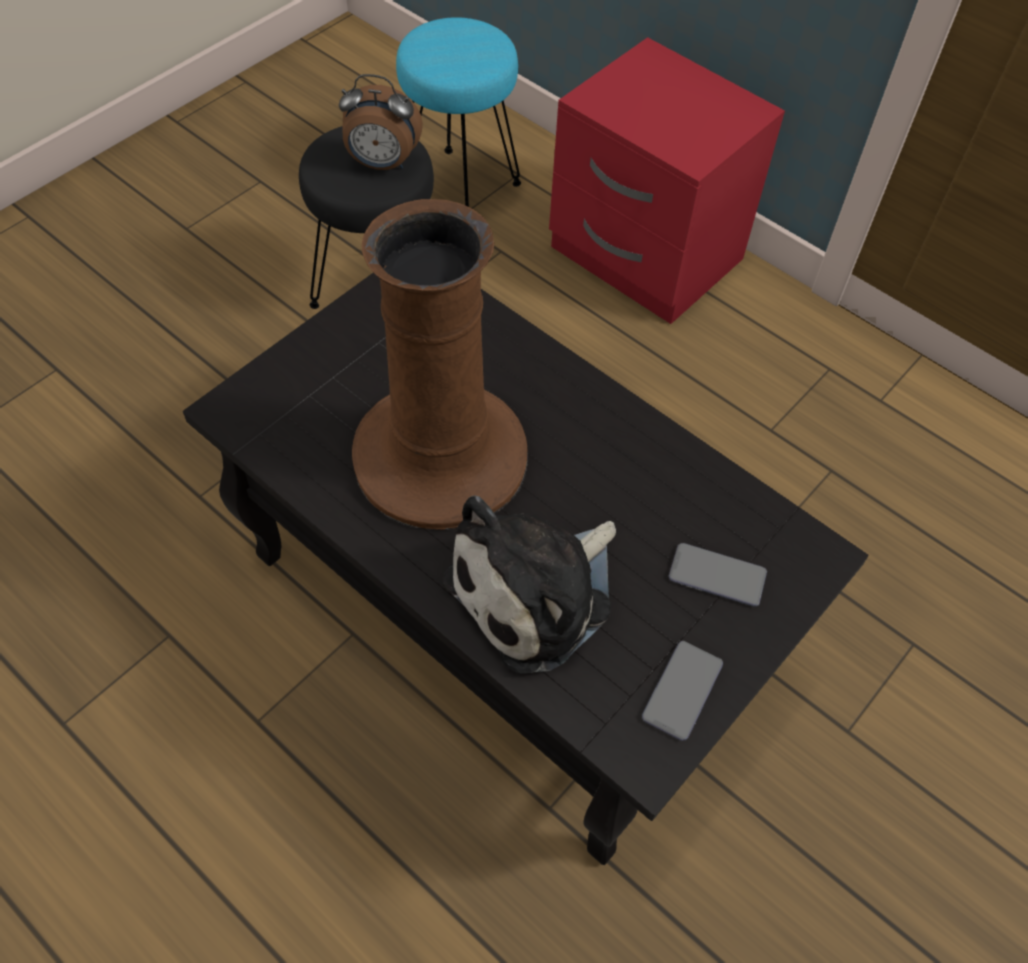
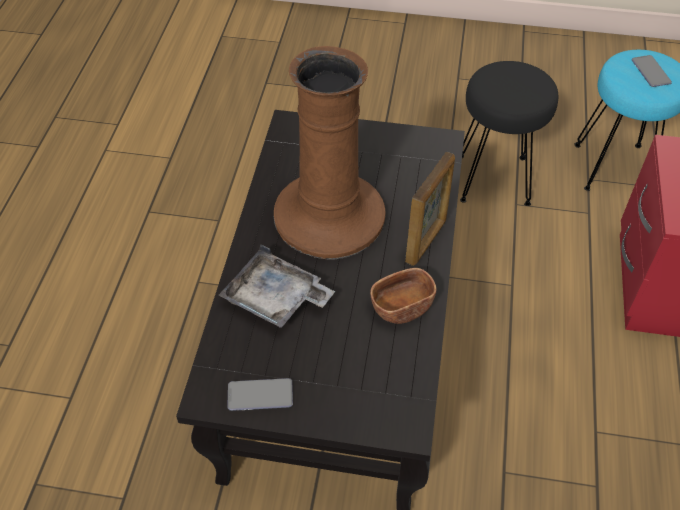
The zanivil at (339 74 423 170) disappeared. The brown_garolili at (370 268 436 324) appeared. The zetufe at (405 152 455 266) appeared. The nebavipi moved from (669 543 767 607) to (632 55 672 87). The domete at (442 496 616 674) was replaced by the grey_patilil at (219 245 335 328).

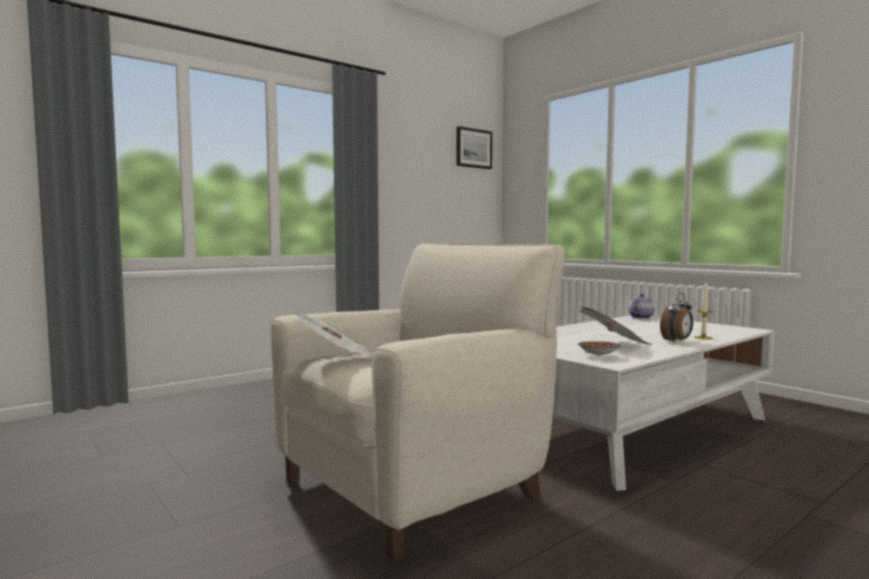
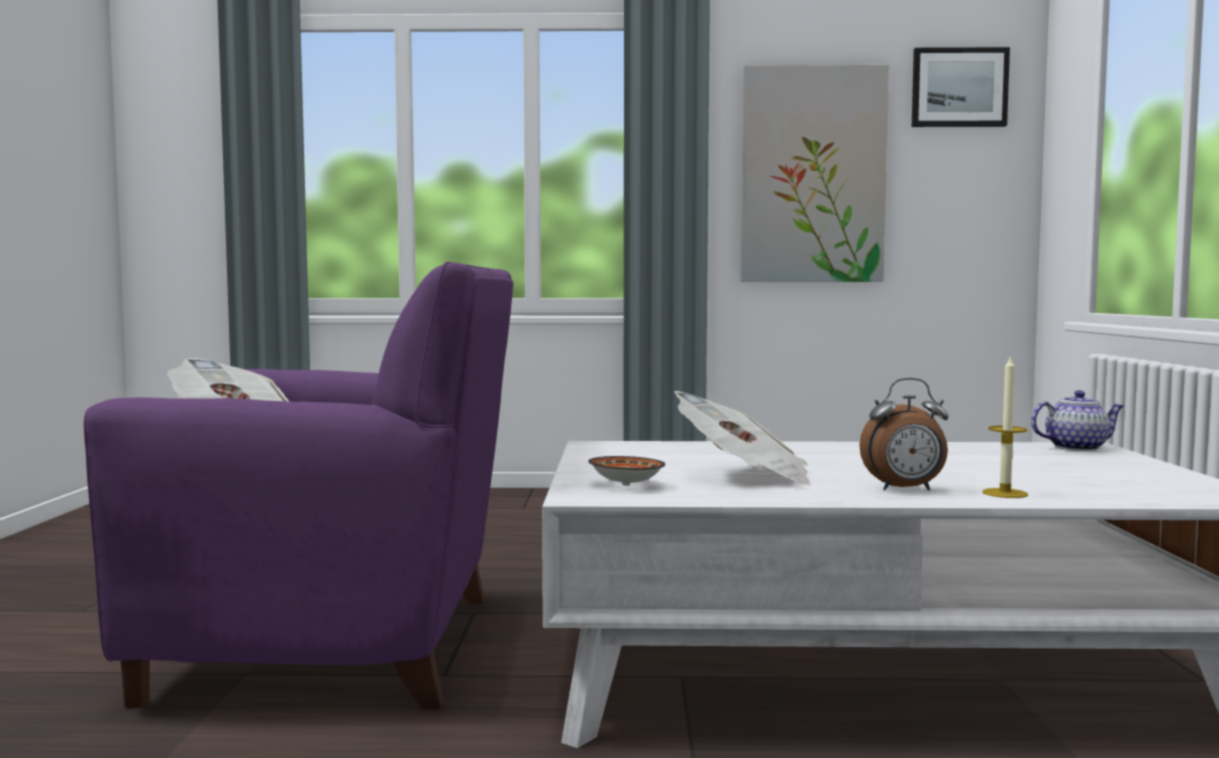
The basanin at (740 65 889 282) appeared. The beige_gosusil at (270 243 565 562) became the purple_gosusil at (84 262 513 710).

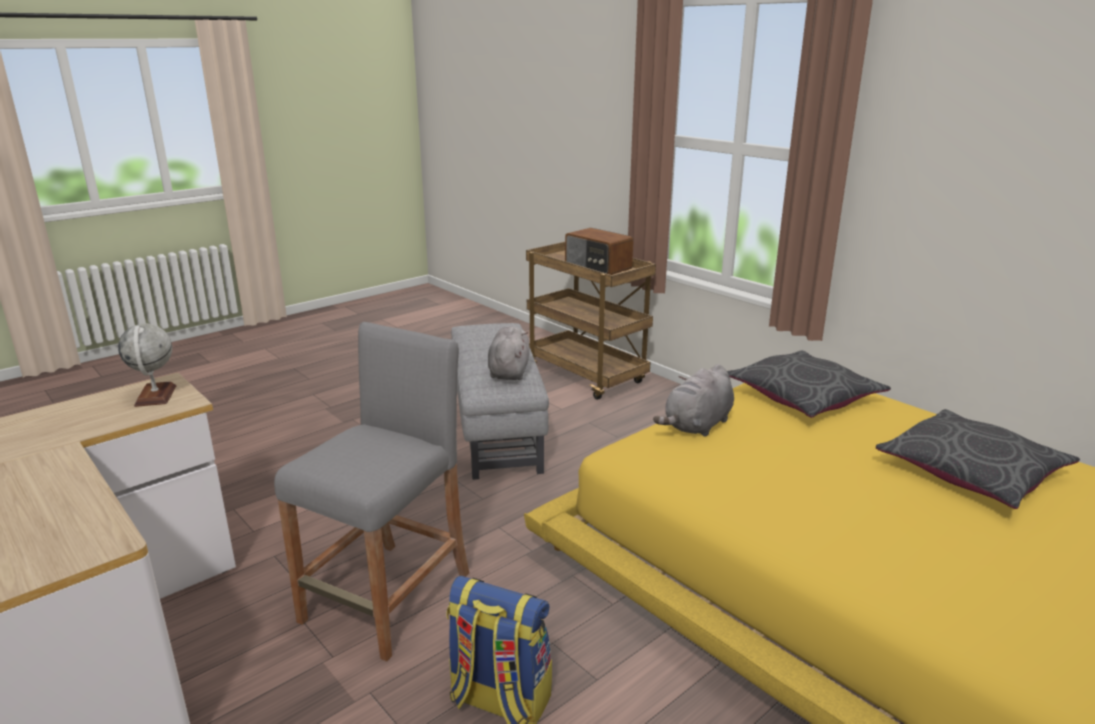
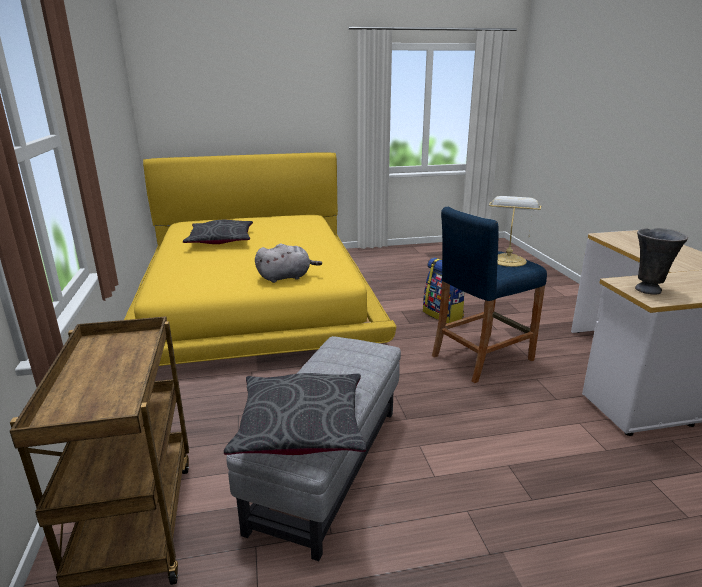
The grey_domete at (488 326 530 380) disappeared. The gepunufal at (565 228 633 275) disappeared. The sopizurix at (489 196 541 267) appeared. The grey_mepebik moved from (727 350 891 418) to (224 373 367 455). The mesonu at (118 324 176 407) was replaced by the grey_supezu at (635 228 688 295). The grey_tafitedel at (274 322 470 662) became the blue_tafitedel at (432 207 547 383).

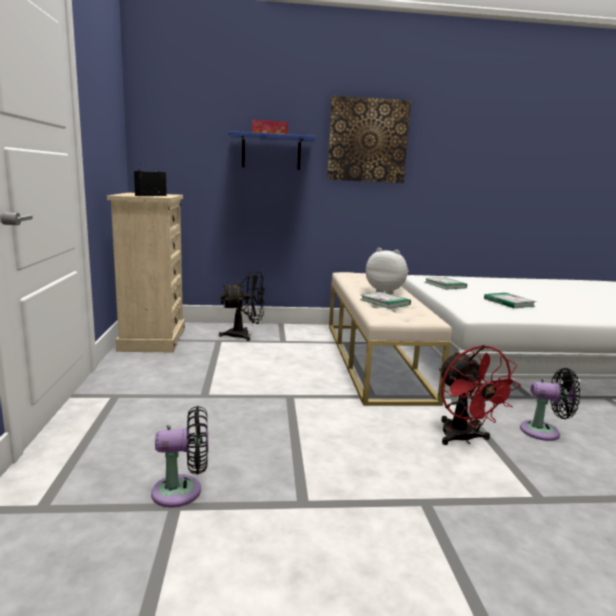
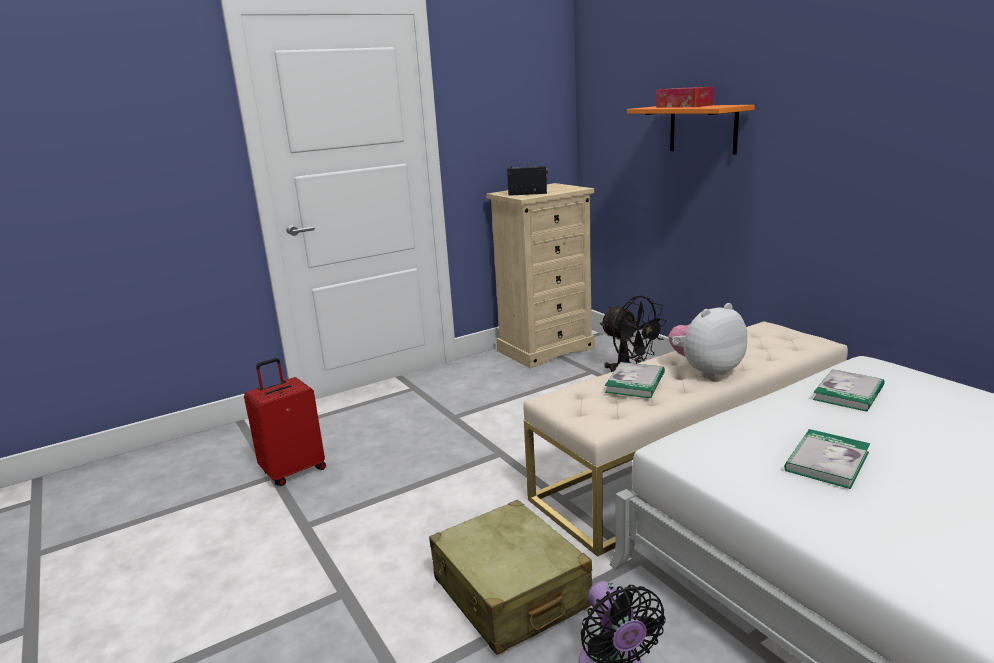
The basanin at (327 96 411 183) disappeared. The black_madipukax at (151 406 208 507) was replaced by the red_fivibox at (244 358 326 486). The red_madipukax at (439 345 521 445) was replaced by the beige_fivibox at (429 500 592 655). The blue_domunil at (228 131 316 170) became the orange_domunil at (627 105 754 155). The domete at (366 248 409 295) turned 120 degrees counterclockwise.

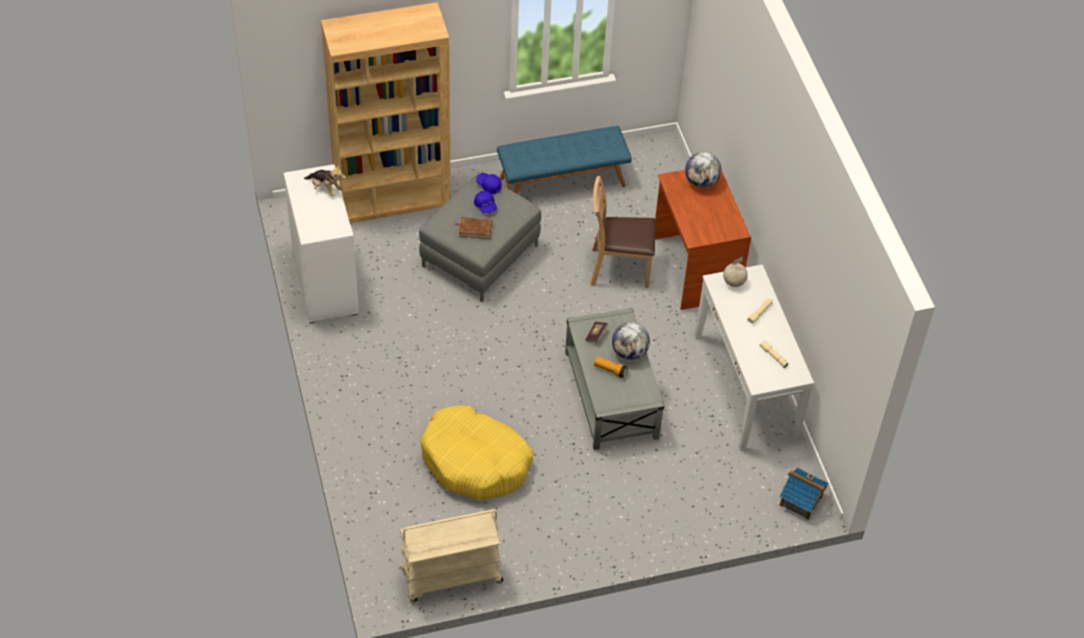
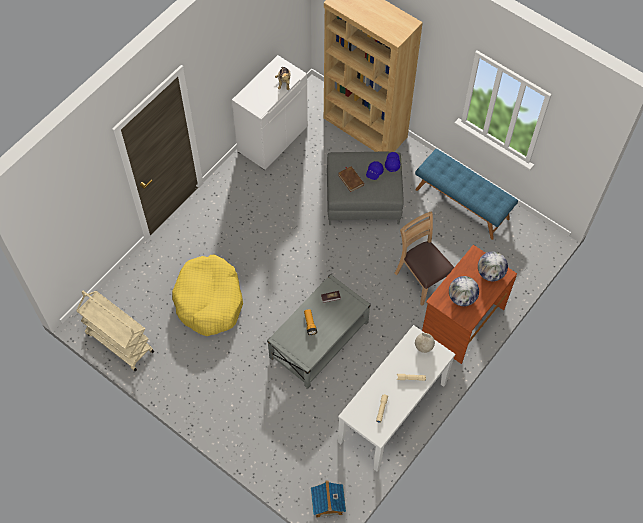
The mesonu moved from (612 322 650 360) to (449 276 479 306).

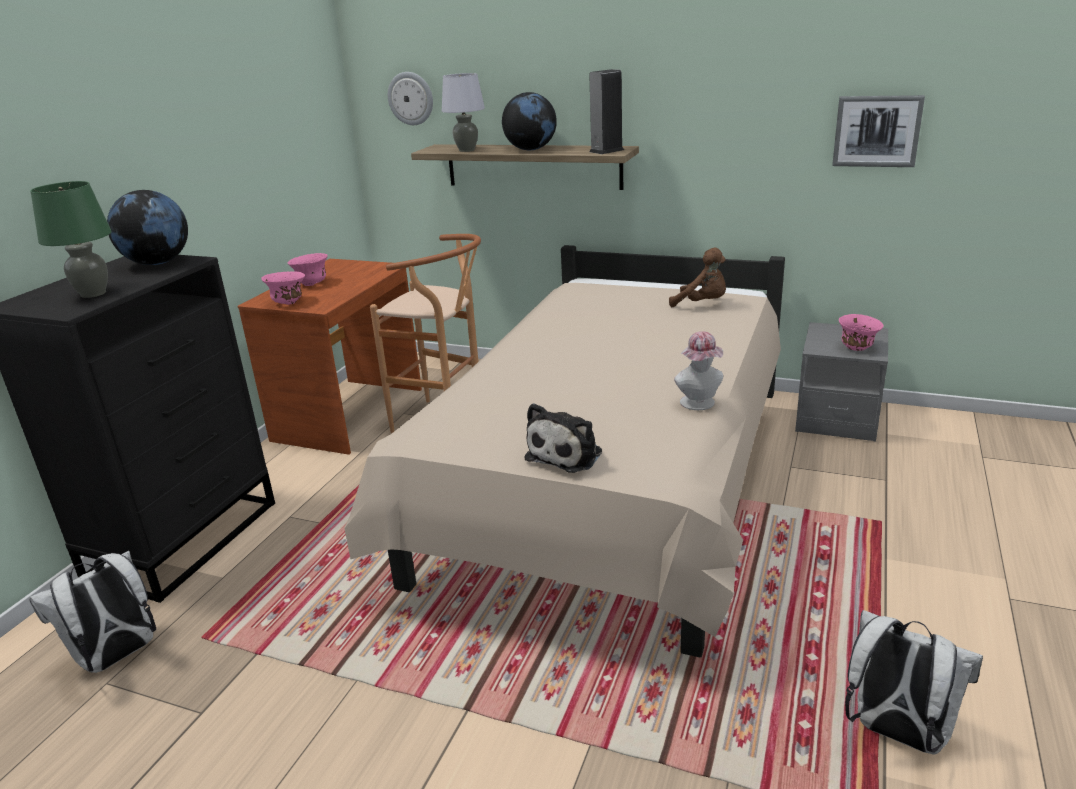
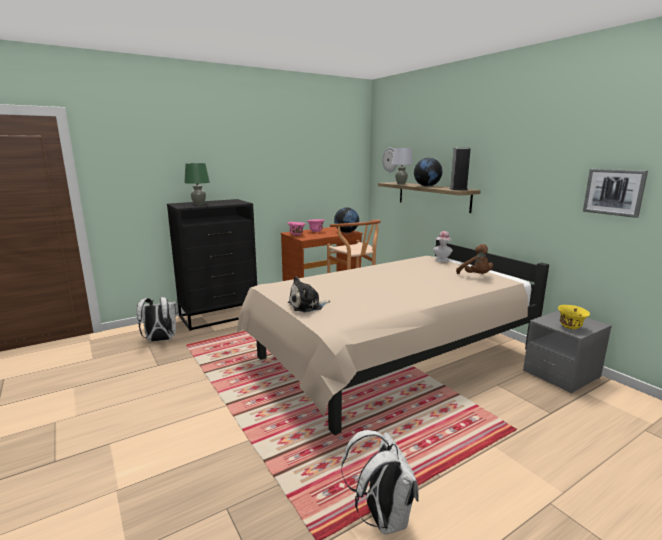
The mesonu moved from (107 190 188 265) to (334 207 359 233). The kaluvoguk moved from (674 331 723 410) to (433 231 453 262). The pink_garolili at (839 314 883 351) became the yellow_garolili at (558 305 590 329).

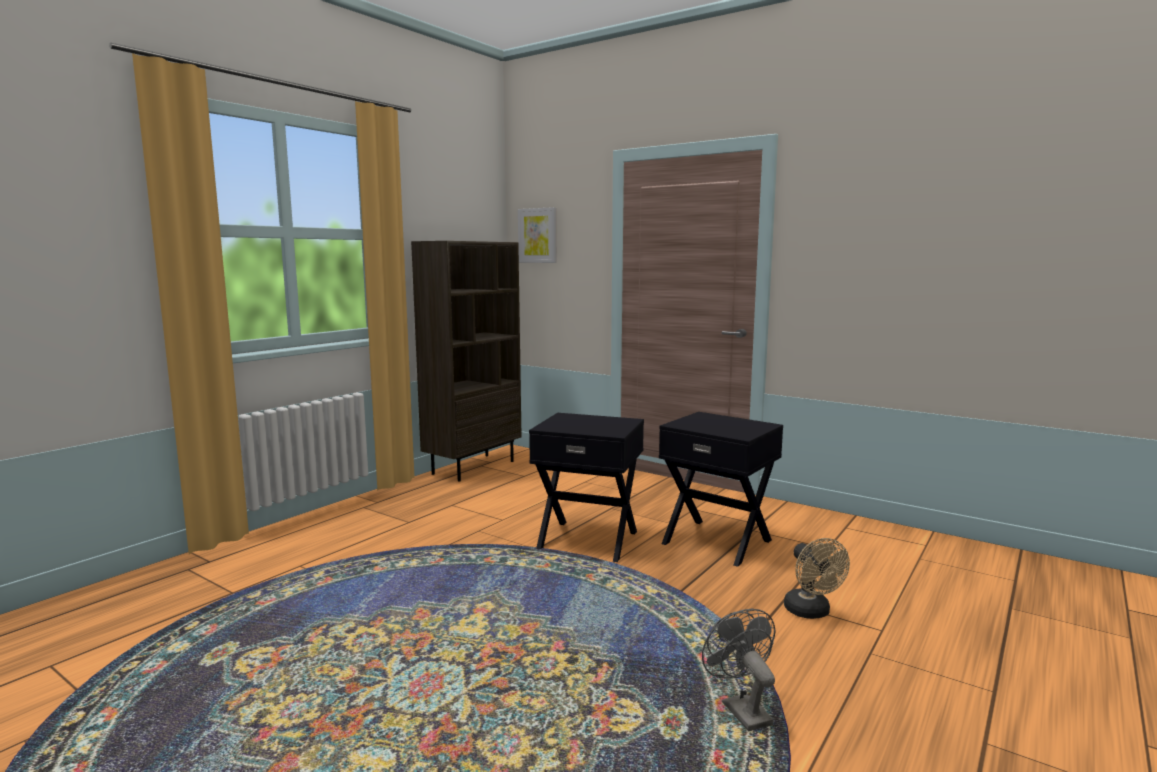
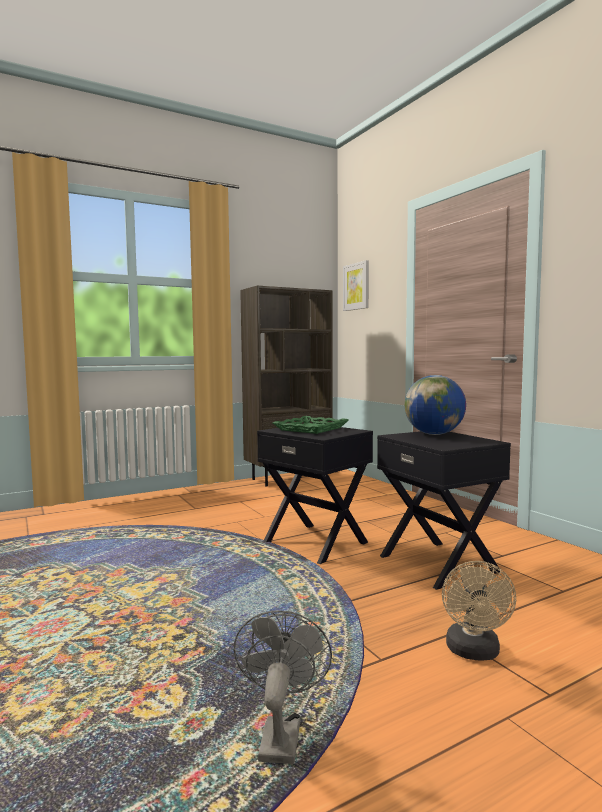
The green_patilil at (273 416 349 434) appeared. The mesonu at (405 375 466 435) appeared.

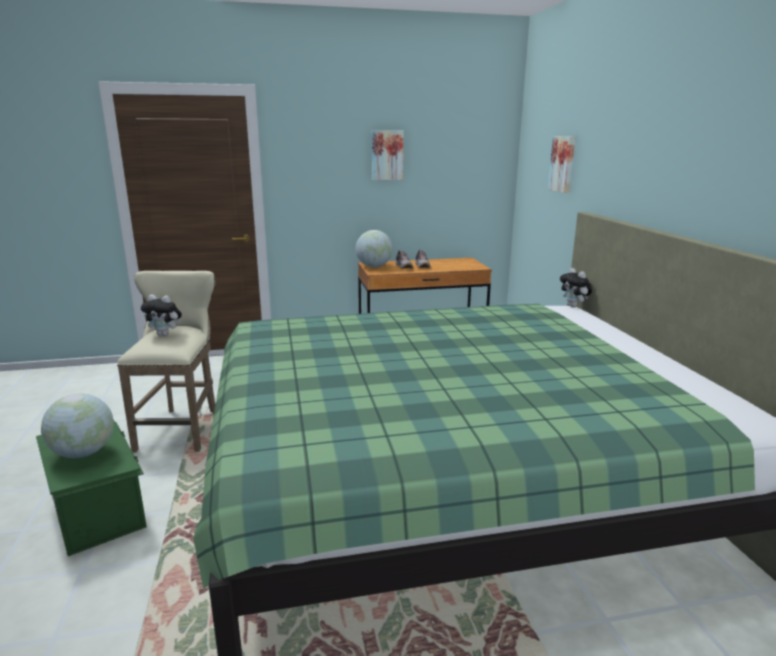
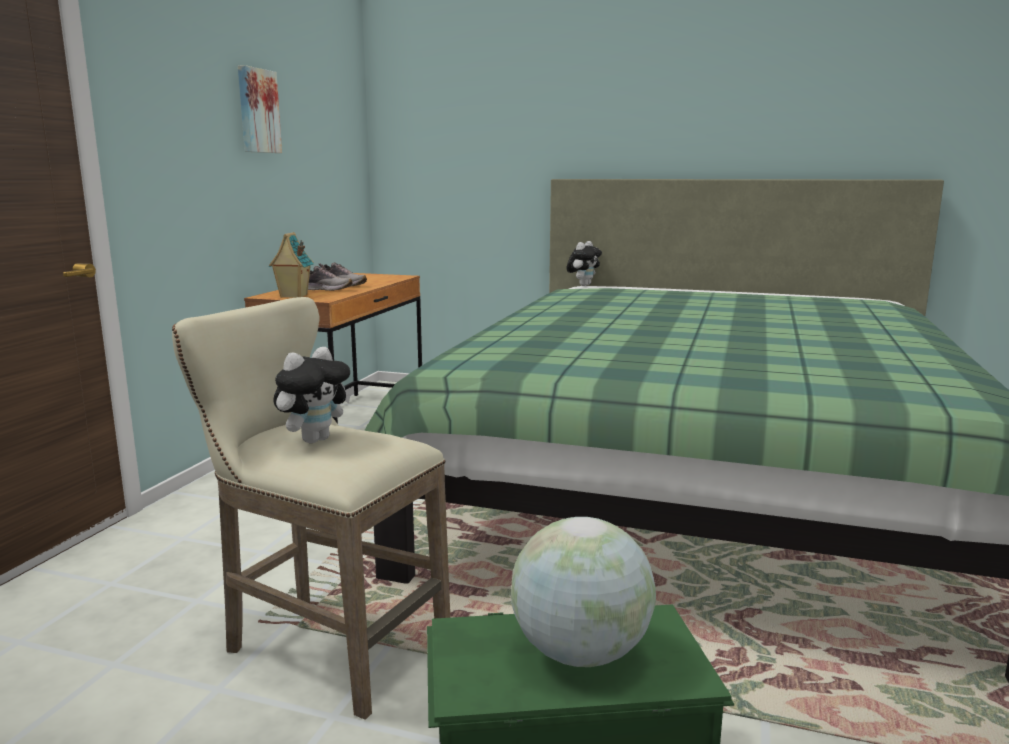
The basanin at (548 136 575 193) disappeared. The mesonu at (356 230 393 267) was replaced by the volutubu at (269 232 314 298). The domete at (560 268 592 307) turned 60 degrees counterclockwise.

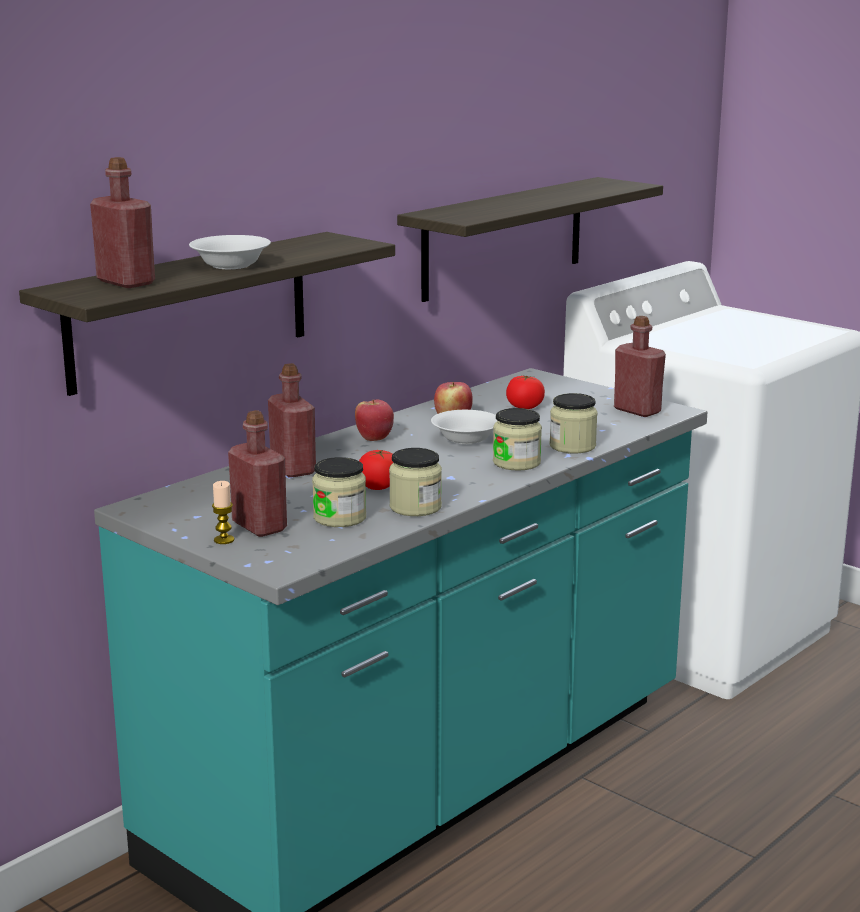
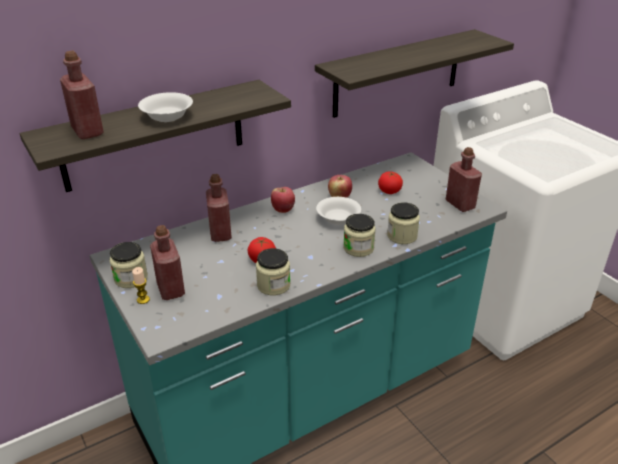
The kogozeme moved from (312 457 366 527) to (109 242 148 288).

